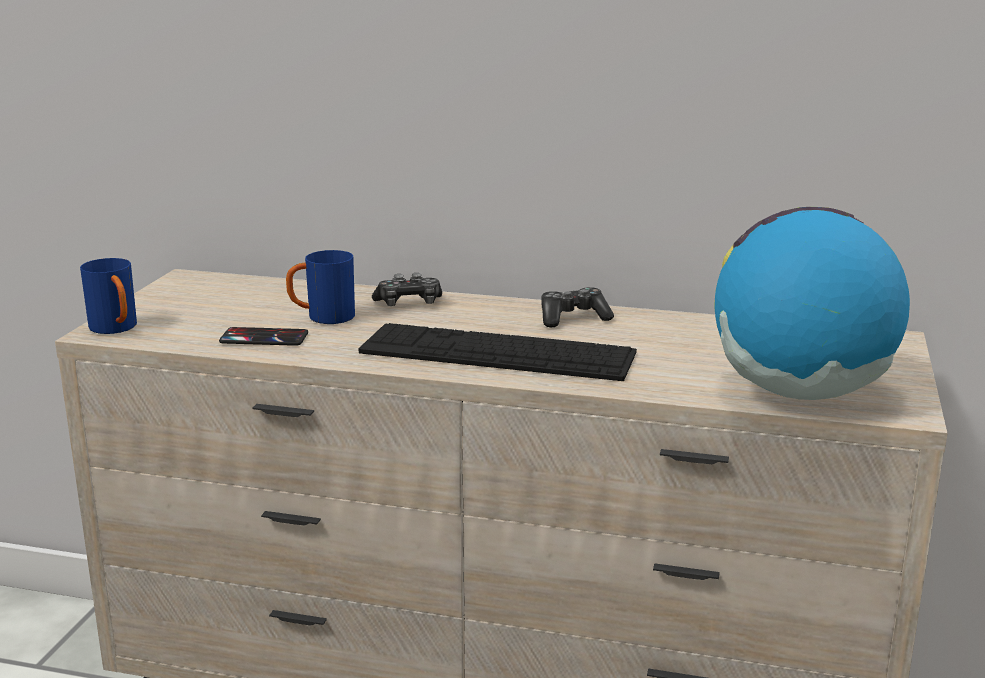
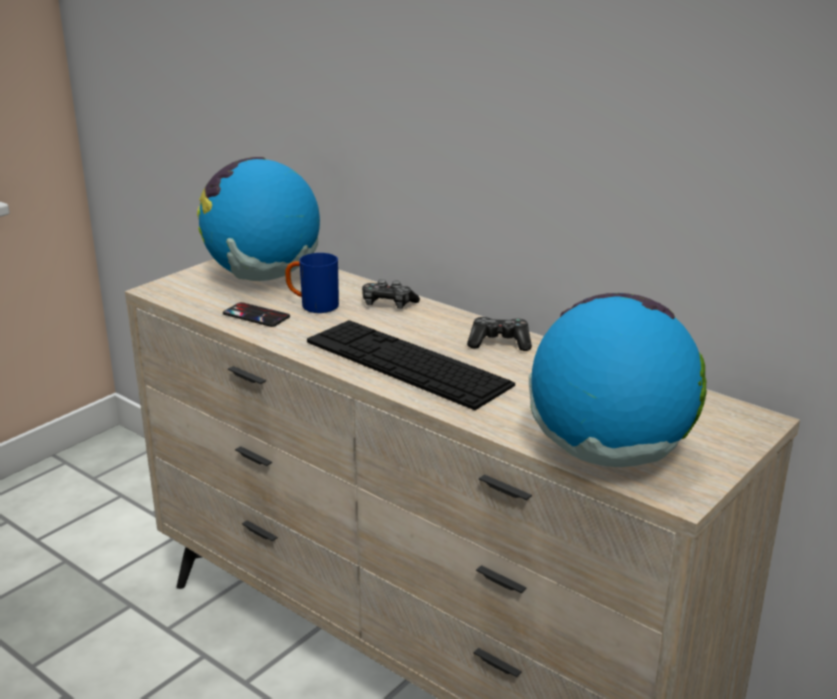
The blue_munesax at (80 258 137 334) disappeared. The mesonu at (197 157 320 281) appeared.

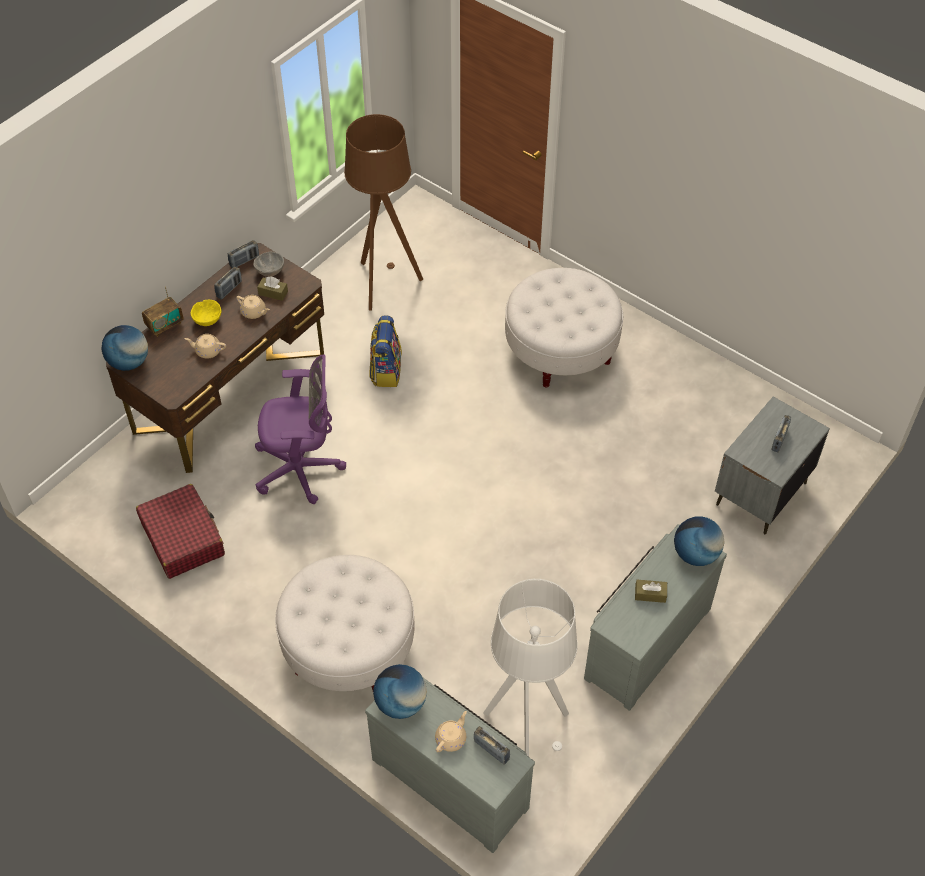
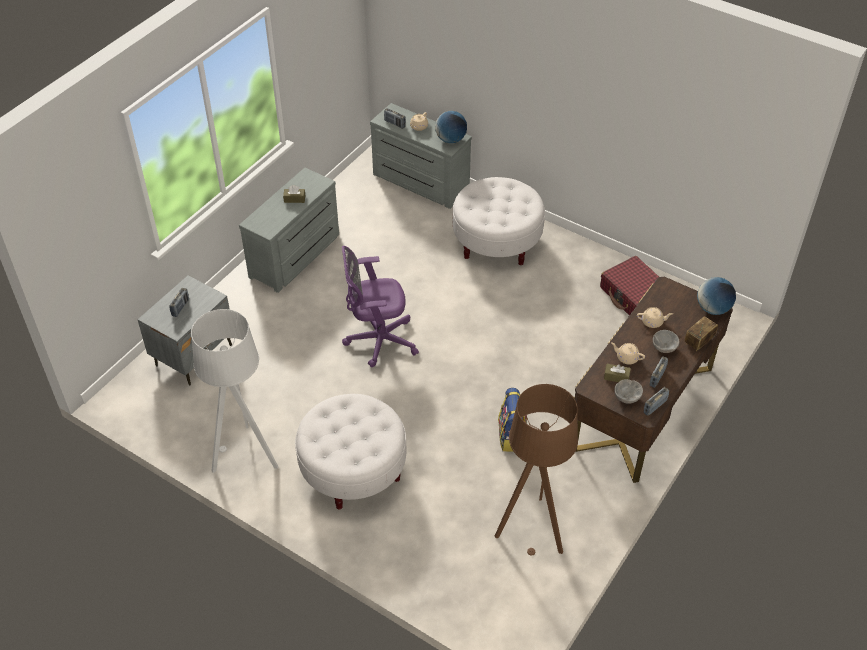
The mesonu at (674 516 725 566) disappeared. The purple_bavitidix moved from (255 355 346 504) to (342 246 419 367). The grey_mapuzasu moved from (484 579 577 757) to (191 309 278 473). The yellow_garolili at (191 300 221 326) became the grey_garolili at (653 330 679 353).

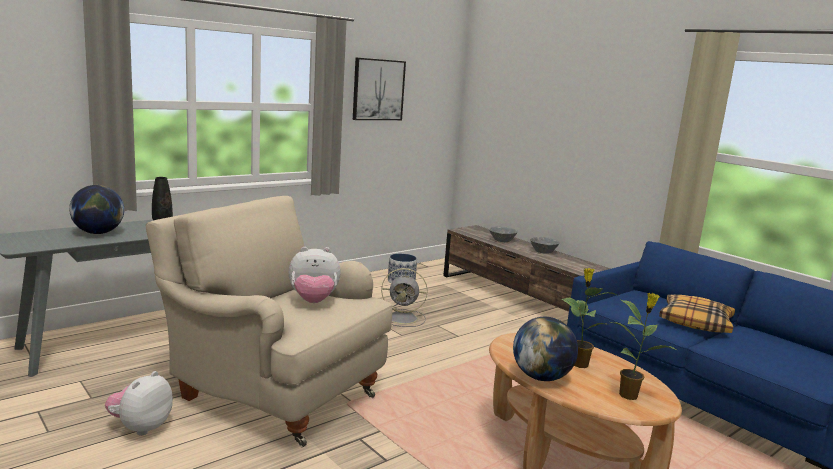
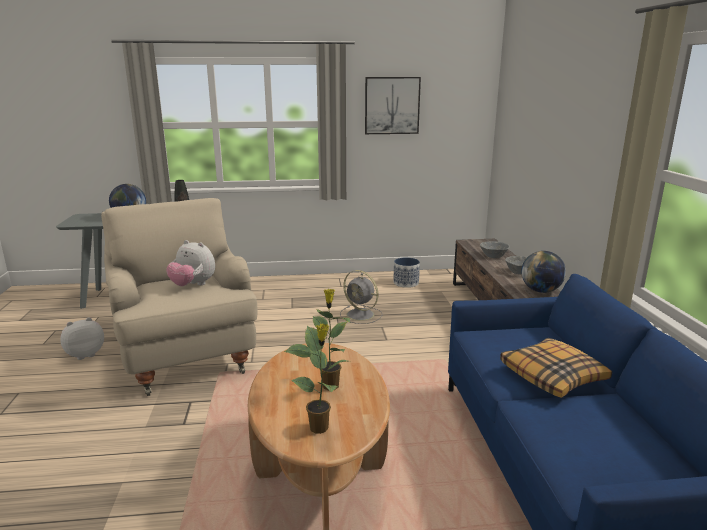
The mesonu moved from (513 317 578 381) to (521 251 566 293).

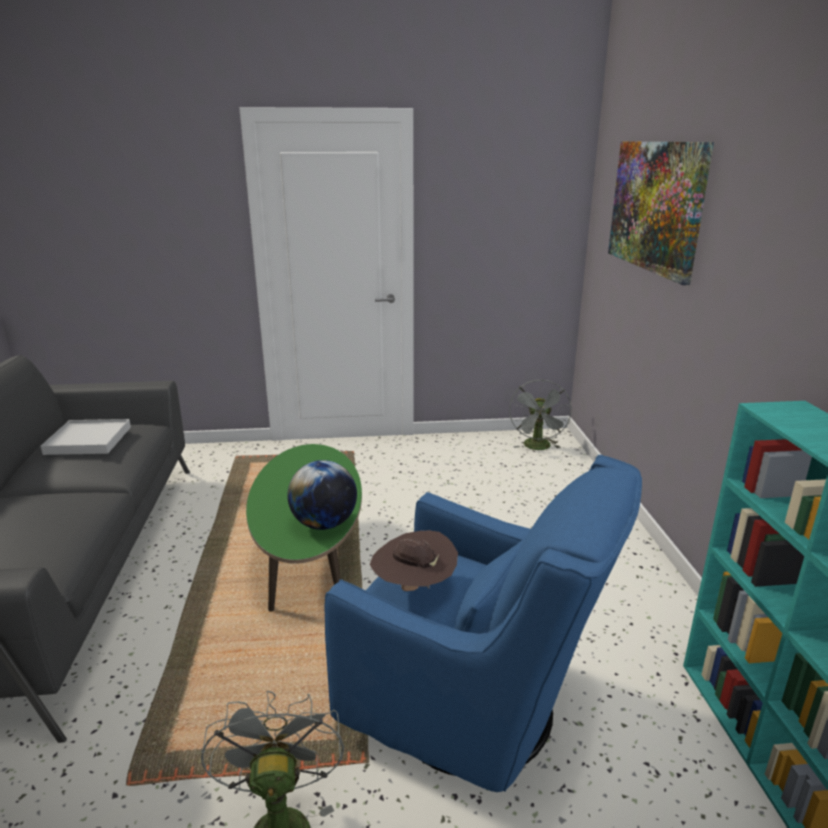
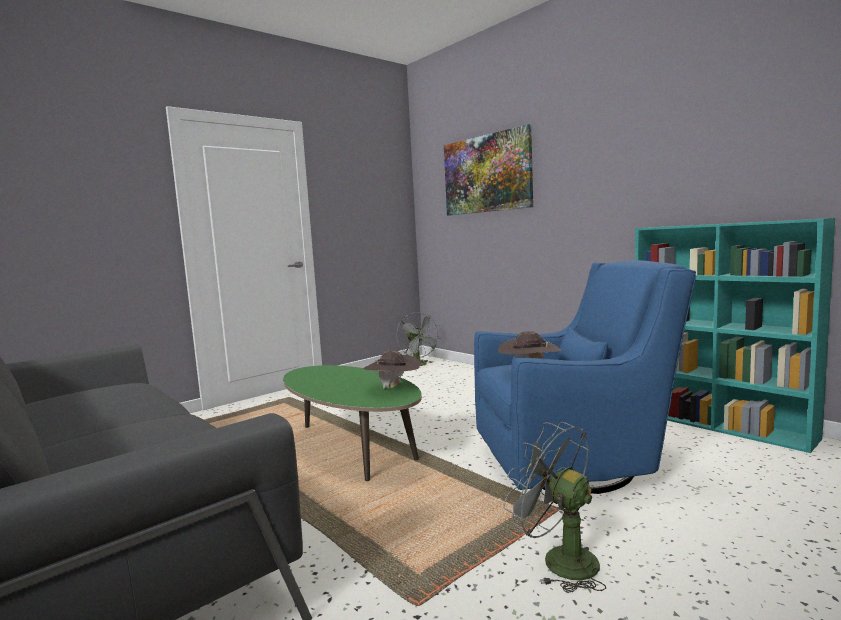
The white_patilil at (41 419 131 455) disappeared. The mesonu at (287 460 357 530) was replaced by the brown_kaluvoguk at (363 350 421 389).

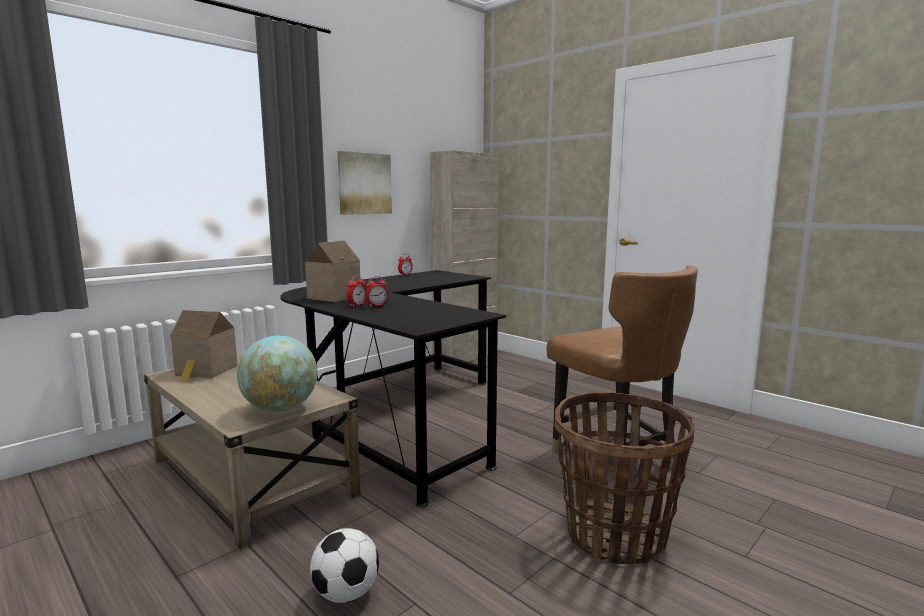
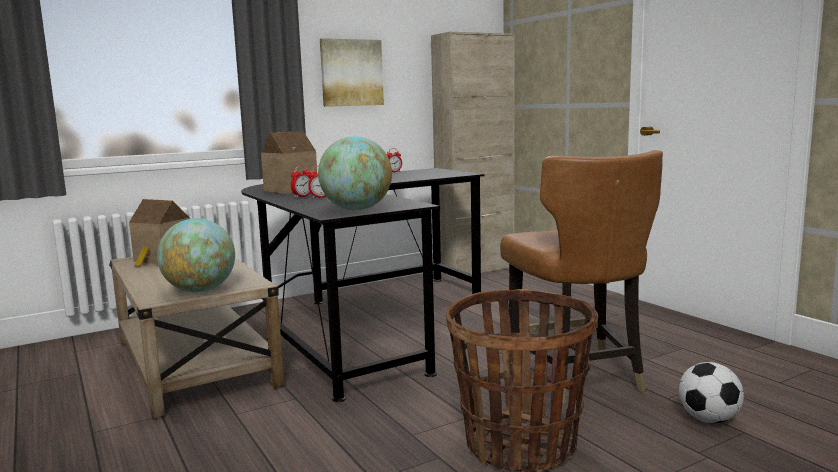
The mesonu at (318 136 392 210) appeared. The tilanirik moved from (310 528 379 603) to (679 362 744 423).

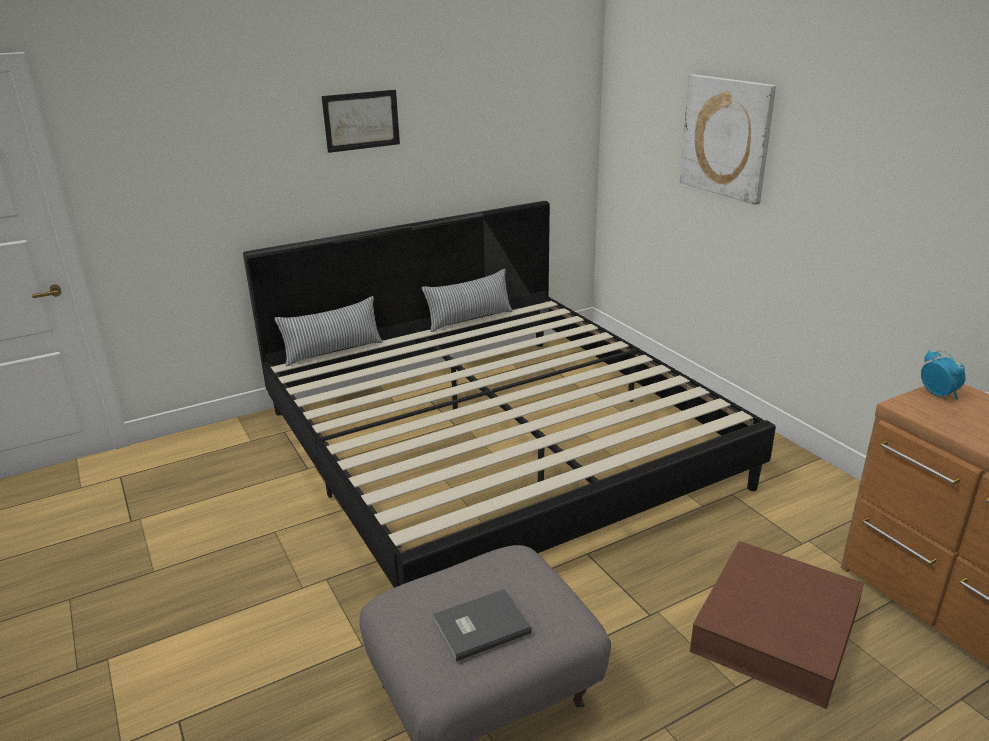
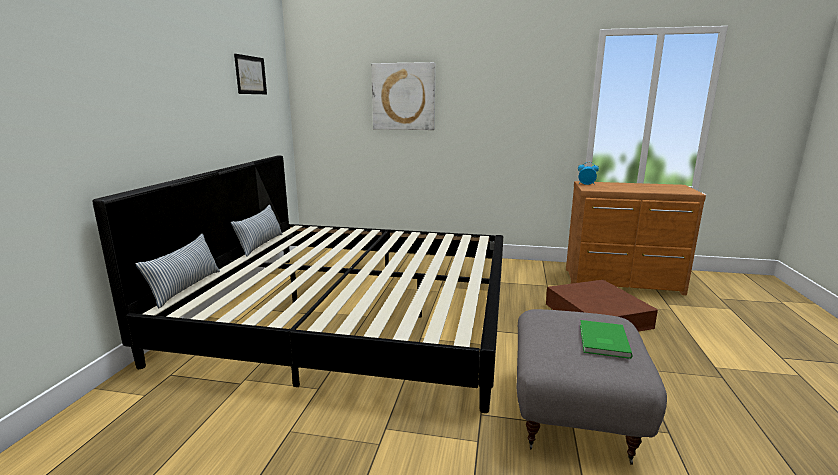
The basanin moved from (322 90 400 153) to (234 54 267 94). The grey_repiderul at (433 589 532 661) became the green_repiderul at (580 320 632 359).

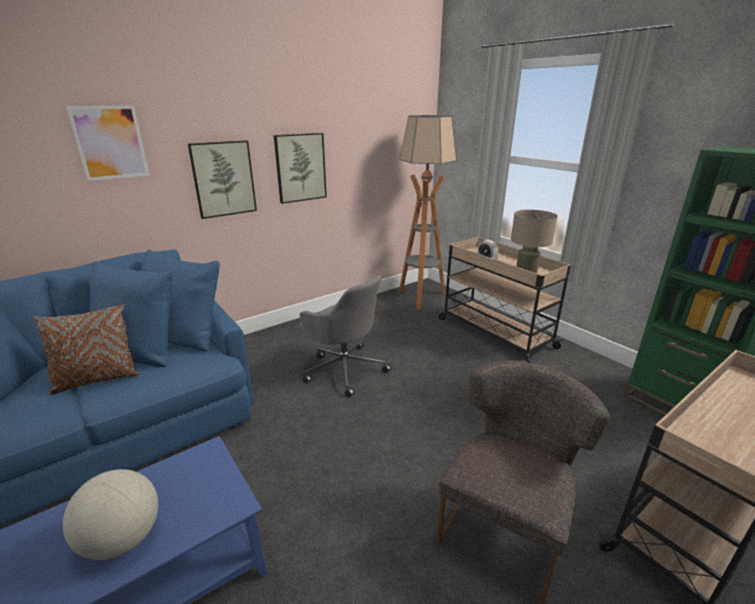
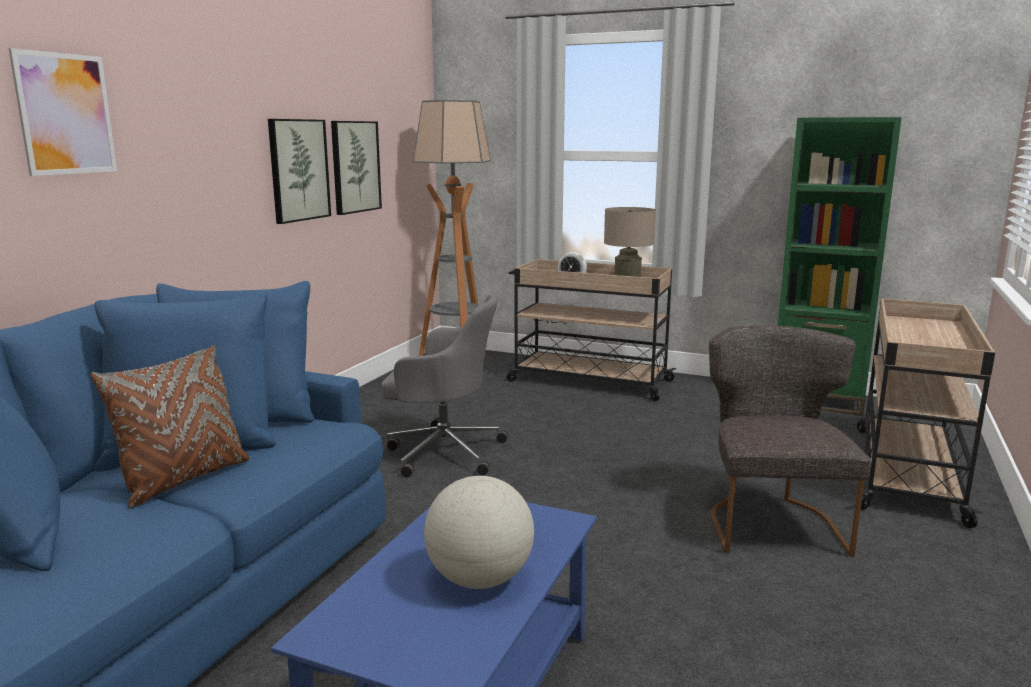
The basanin moved from (188 140 257 219) to (331 121 382 215).

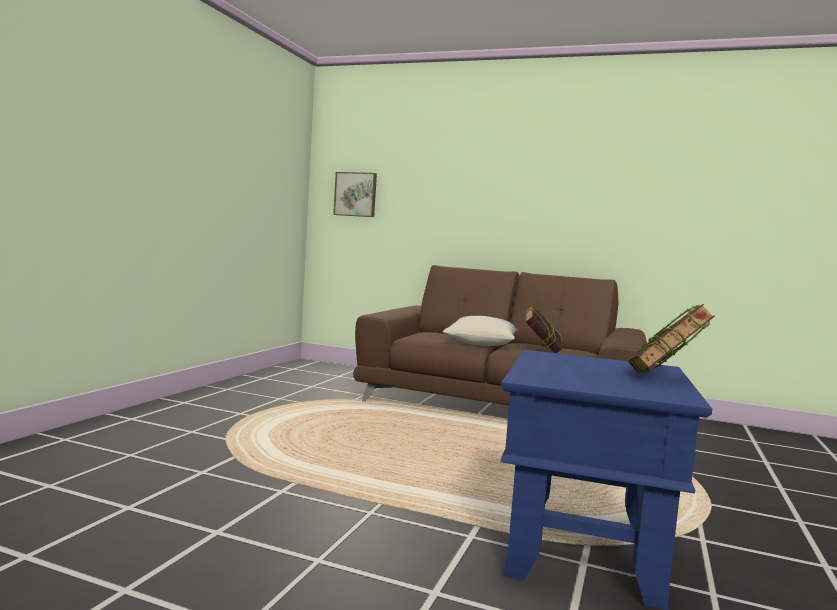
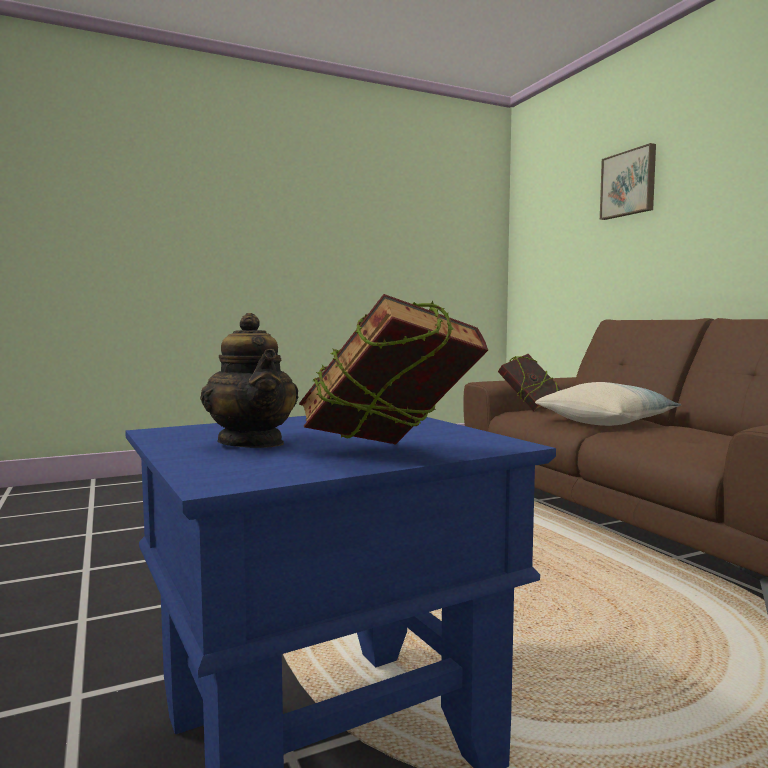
The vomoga at (200 313 298 448) appeared. The basanin moved from (333 172 377 217) to (600 143 656 220). The repiderul moved from (525 305 563 353) to (498 354 562 412).

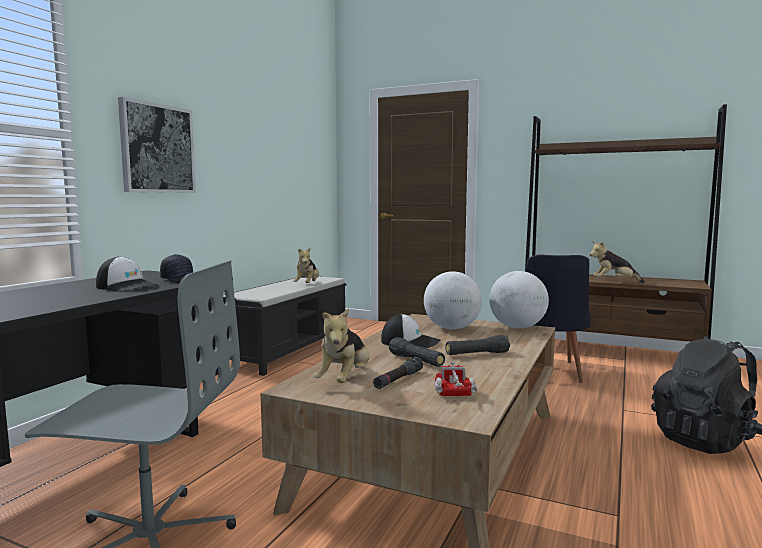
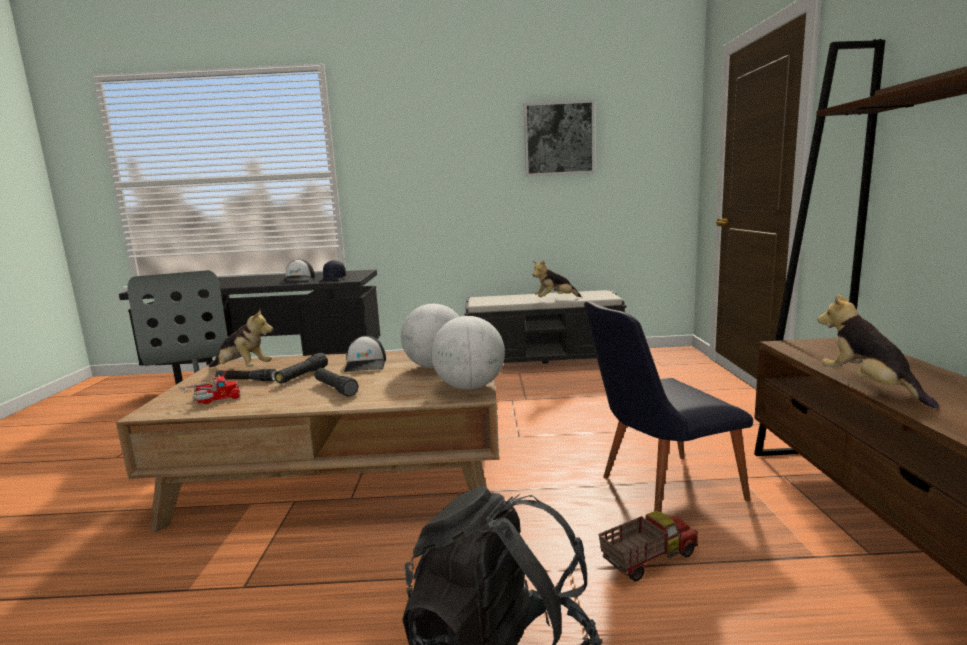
The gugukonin at (598 511 698 582) appeared. The basanin moved from (118 97 196 193) to (524 100 595 176). The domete at (313 308 369 383) turned 150 degrees counterclockwise.

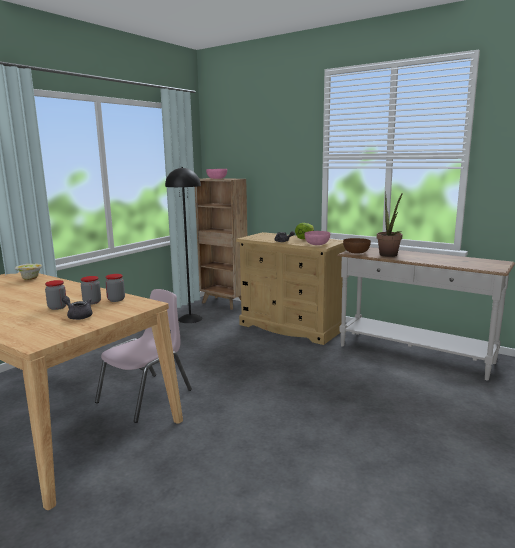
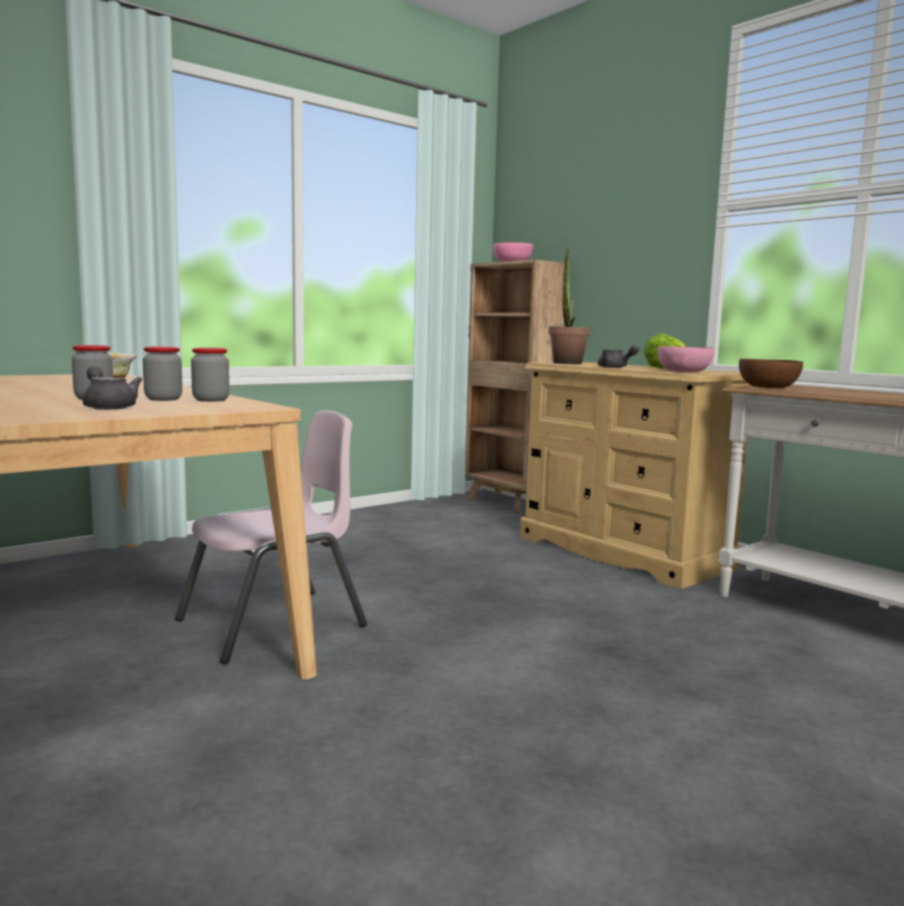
The black_mapuzasu at (165 167 203 323) disappeared. The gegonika moved from (377 191 403 257) to (548 248 590 364).

